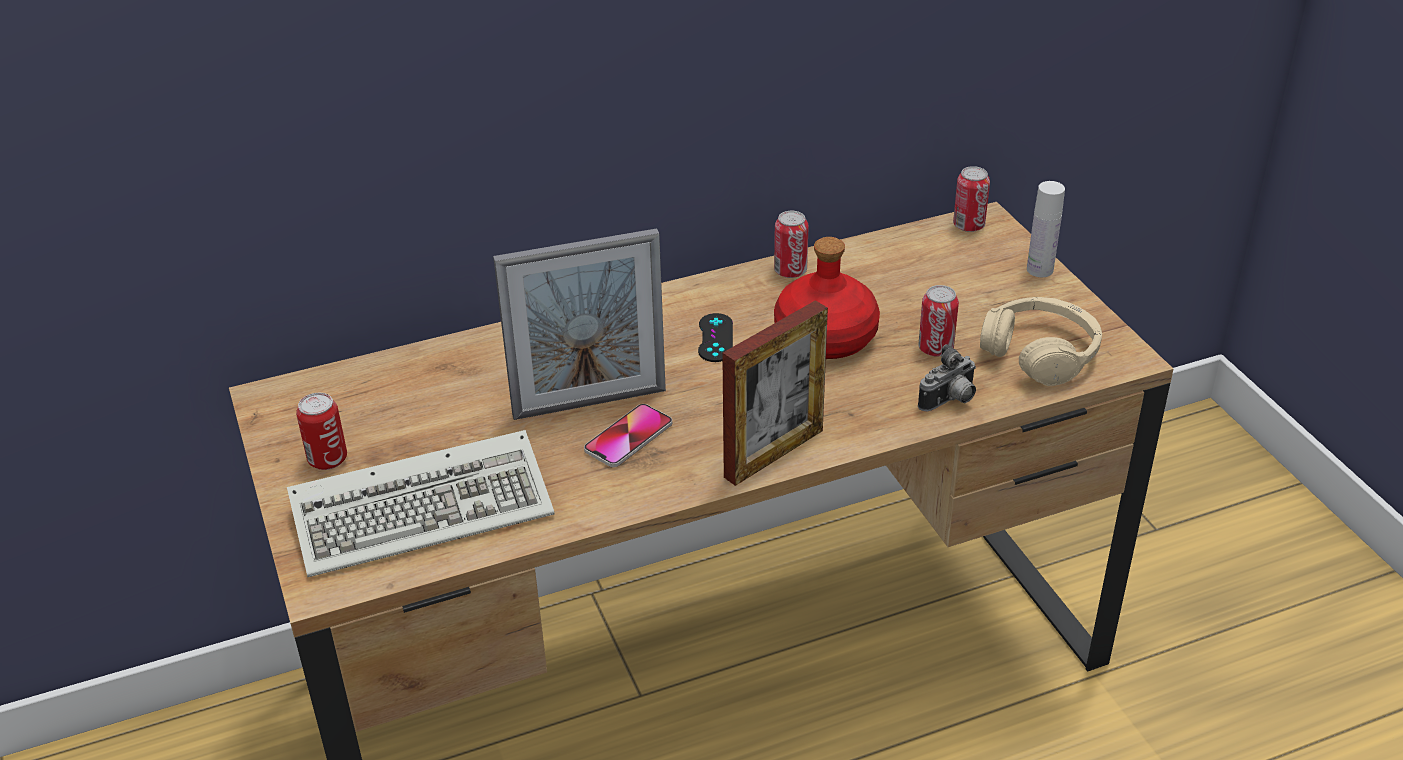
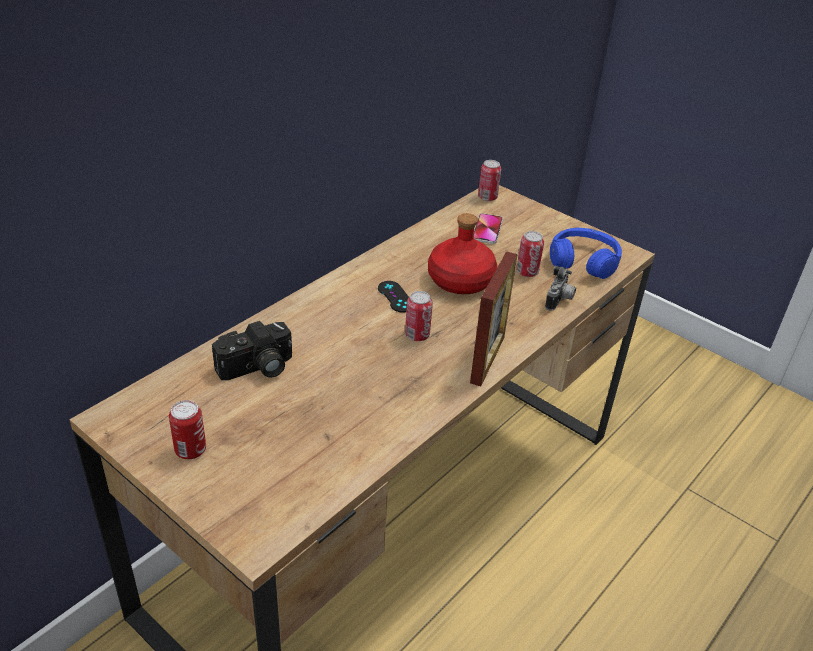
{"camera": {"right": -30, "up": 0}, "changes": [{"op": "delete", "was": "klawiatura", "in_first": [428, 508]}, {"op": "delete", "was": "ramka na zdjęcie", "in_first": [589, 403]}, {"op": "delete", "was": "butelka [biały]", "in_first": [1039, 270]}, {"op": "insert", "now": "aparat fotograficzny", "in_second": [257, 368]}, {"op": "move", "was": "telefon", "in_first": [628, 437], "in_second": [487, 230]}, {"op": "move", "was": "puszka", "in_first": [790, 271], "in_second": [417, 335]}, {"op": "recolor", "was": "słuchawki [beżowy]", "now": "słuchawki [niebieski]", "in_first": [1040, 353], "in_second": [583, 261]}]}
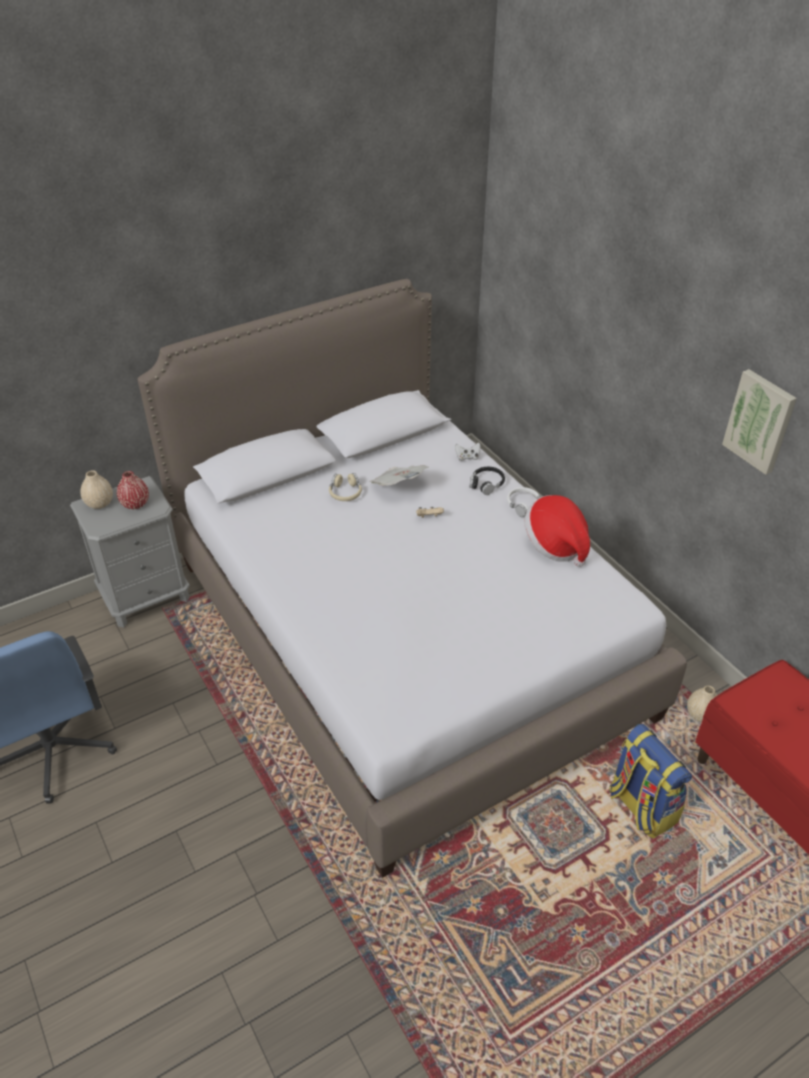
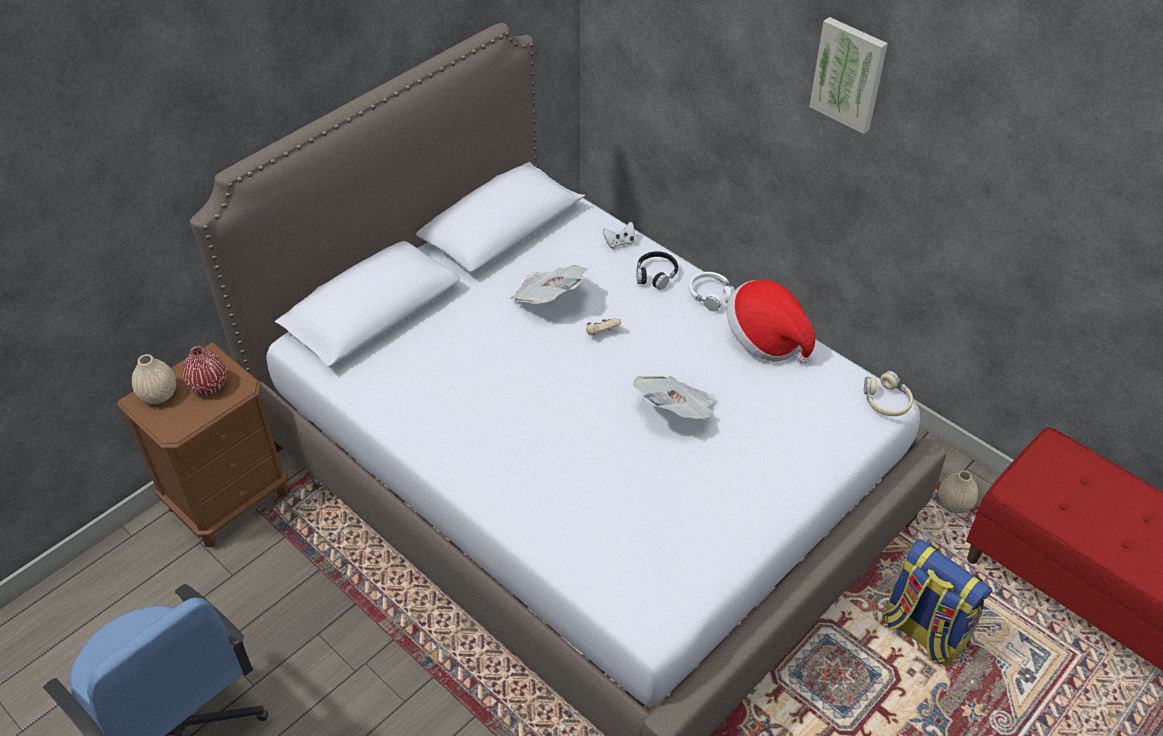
{"camera": {"right": -15, "up": 5}, "changes": [{"op": "insert", "now": "gazeta", "in_second": [676, 411]}, {"op": "move", "was": "słuchawki [beżowy]", "in_first": [345, 492], "in_second": [886, 401]}, {"op": "move", "was": "obraz", "in_first": [760, 421], "in_second": [849, 74]}, {"op": "recolor", "was": "szafka nocna [szary]", "now": "szafka nocna [brązowy]", "in_first": [146, 597], "in_second": [229, 498]}]}
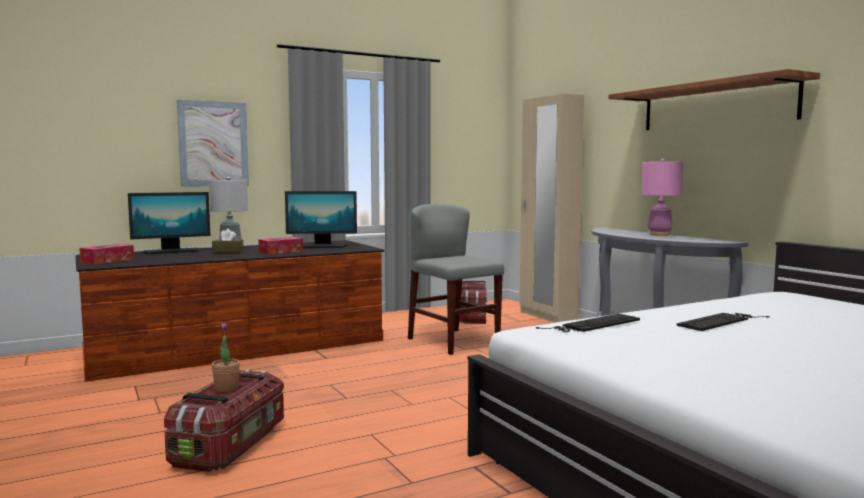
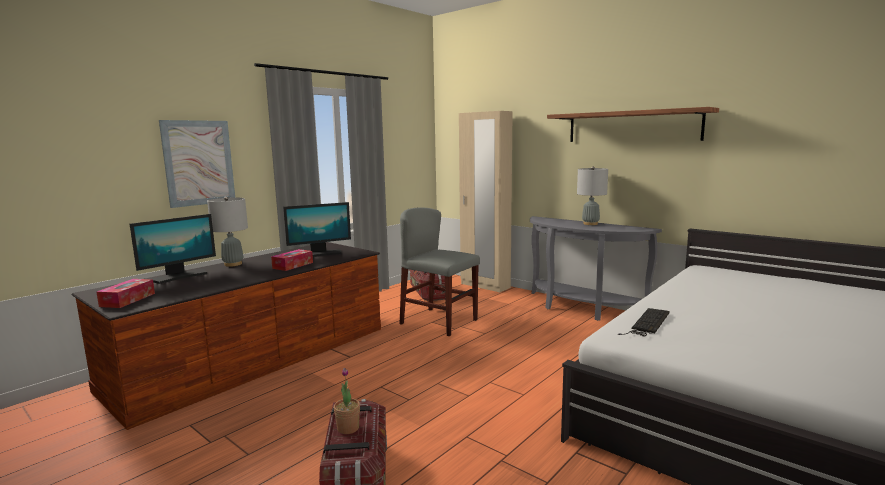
{"camera": {"right": -20, "up": 5}, "changes": [{"op": "delete", "was": "pudełko chusteczek [brązowy]", "in_first": [228, 252]}, {"op": "delete", "was": "klawiatura", "in_first": [720, 321]}, {"op": "recolor", "was": "lampa stołowa [różowy]", "now": "lampa stołowa [szary]", "in_first": [659, 235], "in_second": [590, 224]}]}
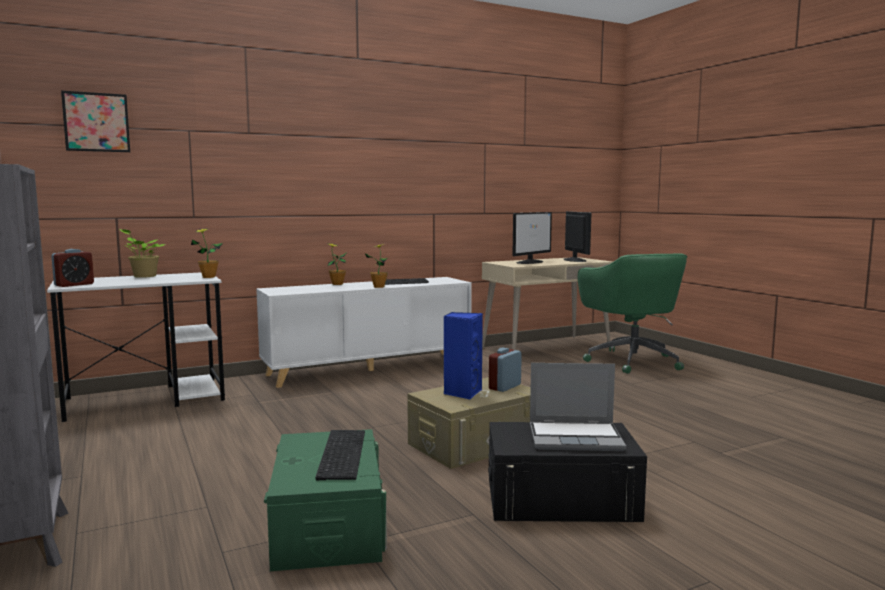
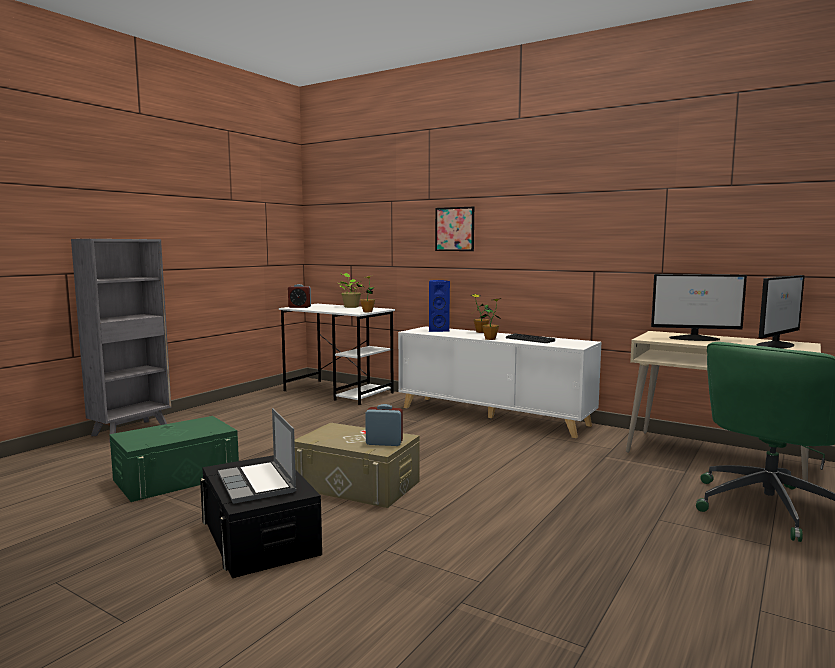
{"camera": {"right": 60, "up": 0}, "changes": [{"op": "delete", "was": "klawiatura", "in_first": [340, 453]}, {"op": "move", "was": "obraz", "in_first": [96, 122], "in_second": [454, 229]}, {"op": "move", "was": "głośnik [niebieski]", "in_first": [462, 393], "in_second": [438, 330]}]}
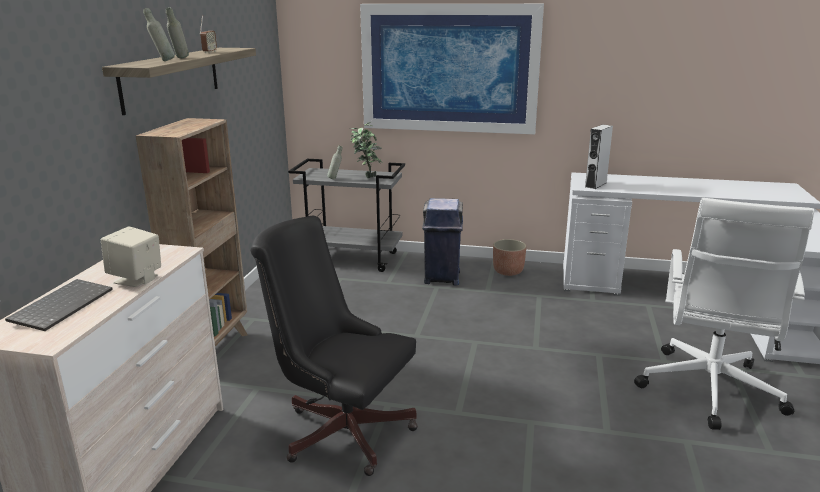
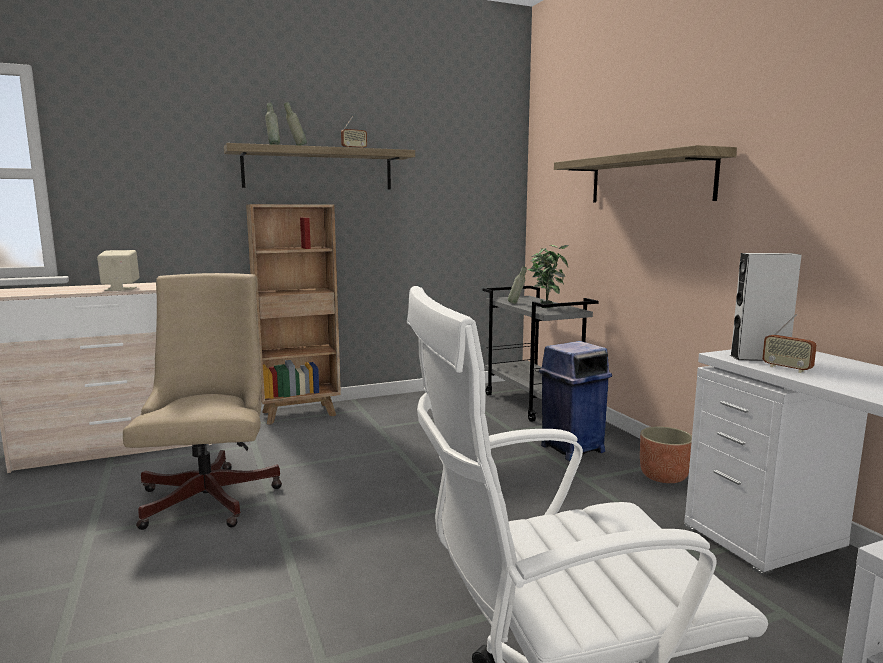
{"camera": {"right": 55, "up": -10}, "changes": [{"op": "delete", "was": "klawiatura", "in_first": [62, 305]}, {"op": "insert", "now": "radio", "in_second": [787, 369]}, {"op": "replace", "was": "obraz", "now": "półka", "in_first": [449, 68], "in_second": [649, 179]}, {"op": "recolor", "was": "krzesło biurowe [czarny]", "now": "krzesło biurowe [beżowy]", "in_first": [341, 429], "in_second": [212, 494]}]}
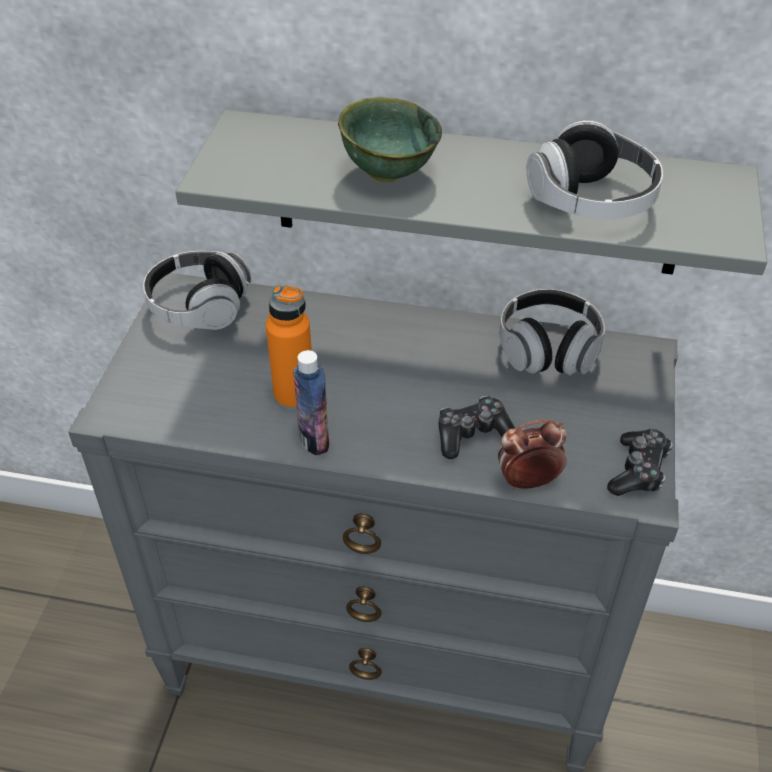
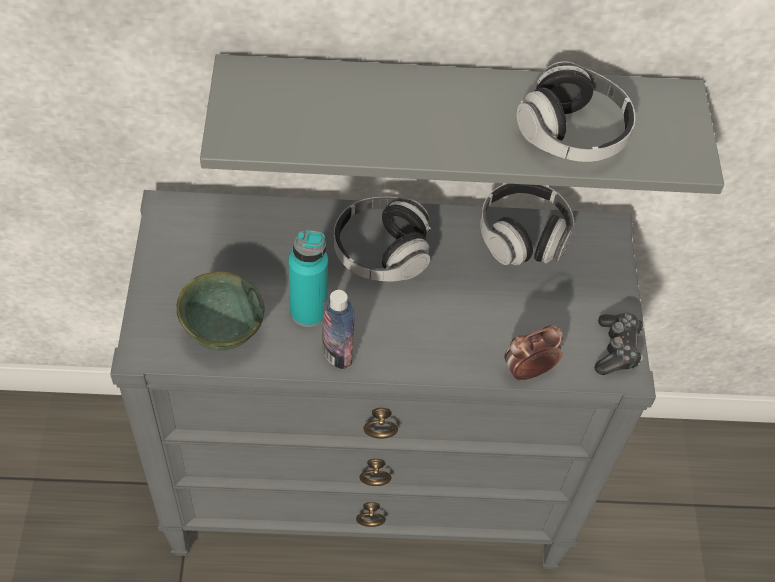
{"camera": {"right": -15, "up": 10}, "changes": [{"op": "delete", "was": "pad do gier", "in_first": [472, 434]}, {"op": "move", "was": "słuchawki", "in_first": [199, 307], "in_second": [381, 252]}, {"op": "move", "was": "miska [zielony]", "in_first": [388, 172], "in_second": [222, 331]}, {"op": "recolor", "was": "butelka [pomarańczowy]", "now": "butelka [turkusowy]", "in_first": [294, 396], "in_second": [308, 311]}]}
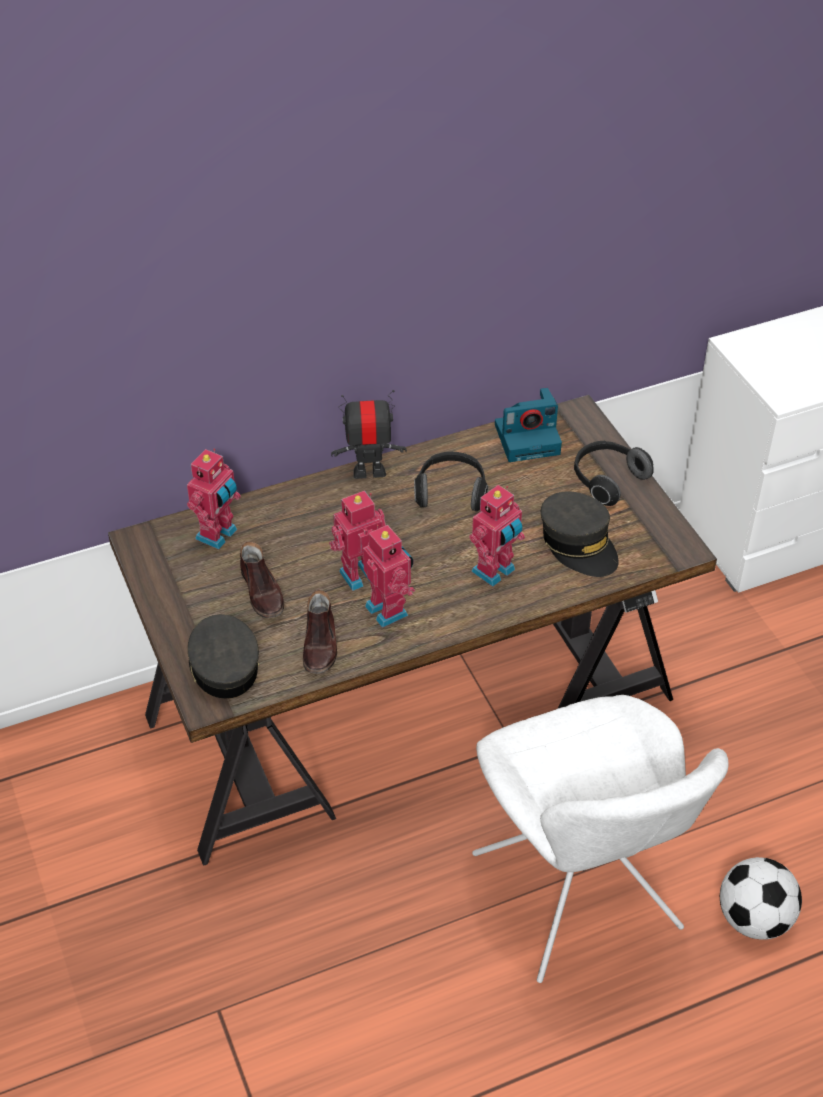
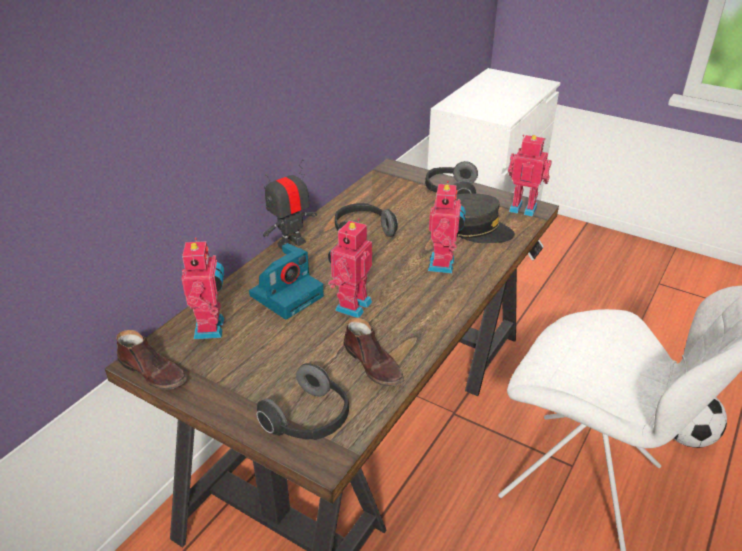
{"camera": {"right": -35, "up": -10}, "changes": [{"op": "move", "was": "but [brązowy]", "in_first": [262, 592], "in_second": [154, 372]}, {"op": "move", "was": "robot zabawkowy", "in_first": [389, 609], "in_second": [523, 208]}, {"op": "move", "was": "aparat fotograficzny", "in_first": [528, 438], "in_second": [287, 295]}, {"op": "replace", "was": "czapka z daszkiem [szary]", "now": "słuchawki", "in_first": [223, 665], "in_second": [309, 420]}]}
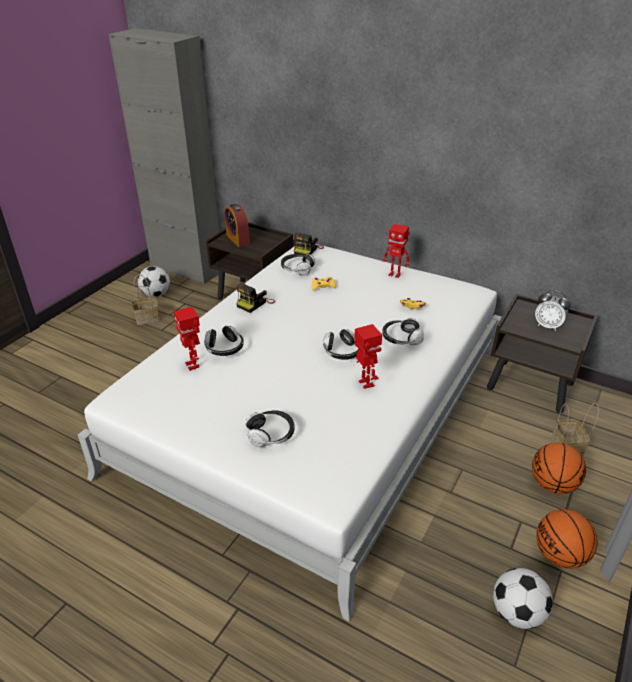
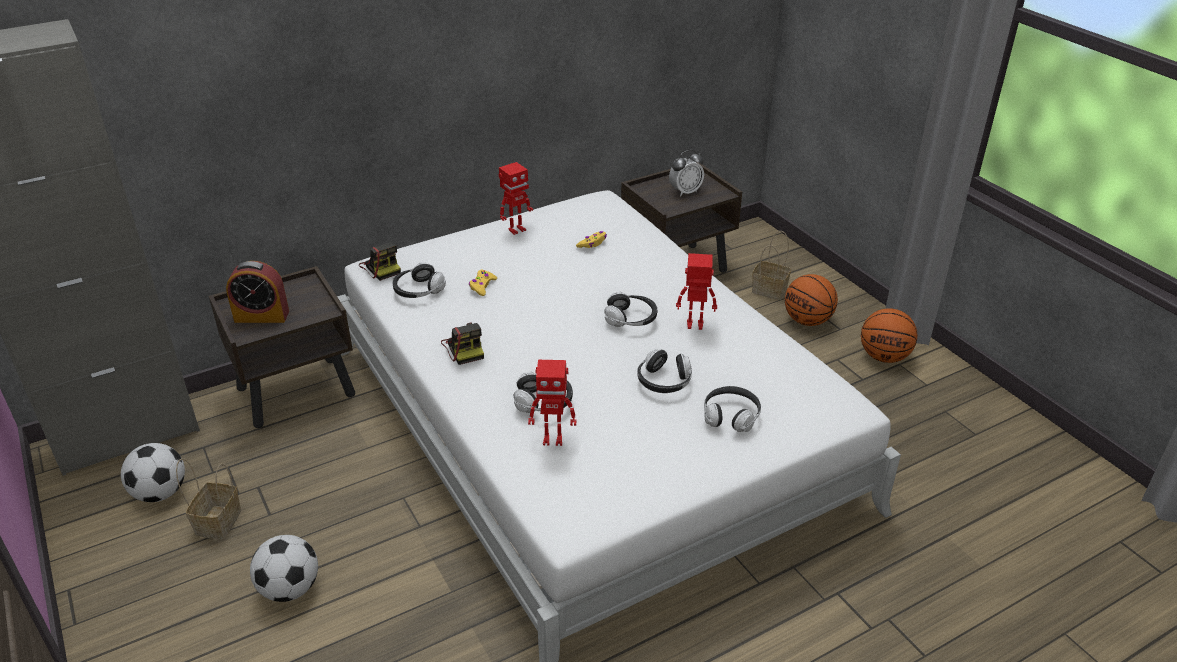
{"camera": {"right": -60, "up": 0}, "changes": [{"op": "move", "was": "słuchawki", "in_first": [401, 338], "in_second": [664, 381]}, {"op": "move", "was": "piłka futbolowa", "in_first": [517, 613], "in_second": [290, 589]}]}
